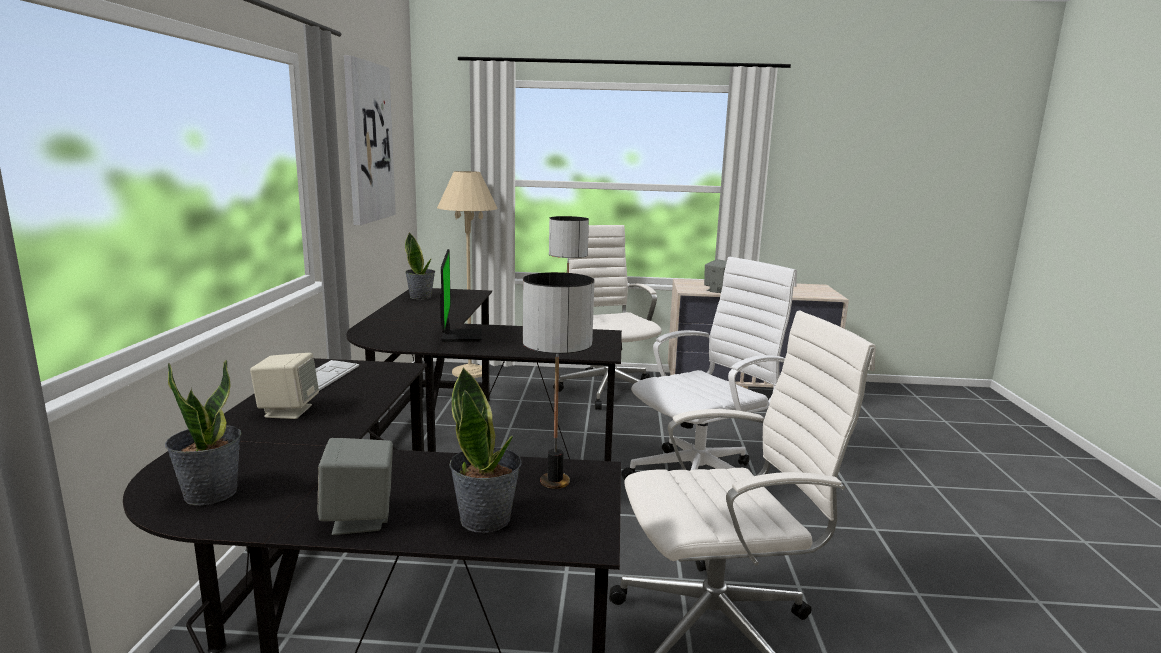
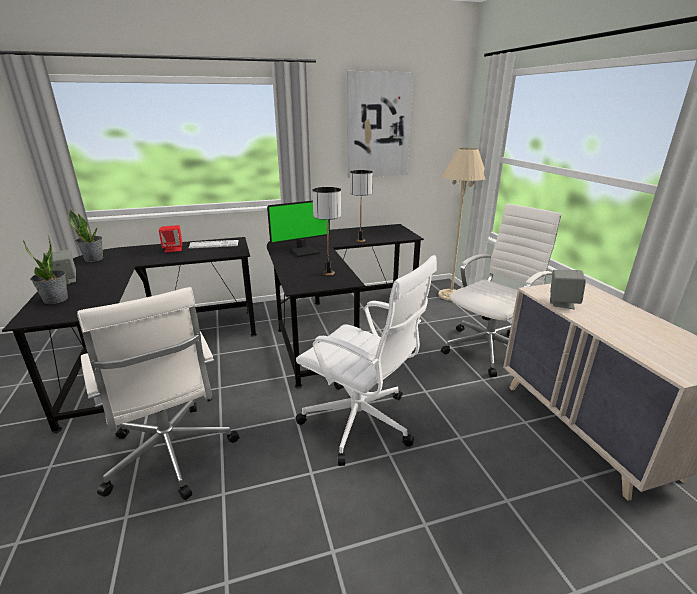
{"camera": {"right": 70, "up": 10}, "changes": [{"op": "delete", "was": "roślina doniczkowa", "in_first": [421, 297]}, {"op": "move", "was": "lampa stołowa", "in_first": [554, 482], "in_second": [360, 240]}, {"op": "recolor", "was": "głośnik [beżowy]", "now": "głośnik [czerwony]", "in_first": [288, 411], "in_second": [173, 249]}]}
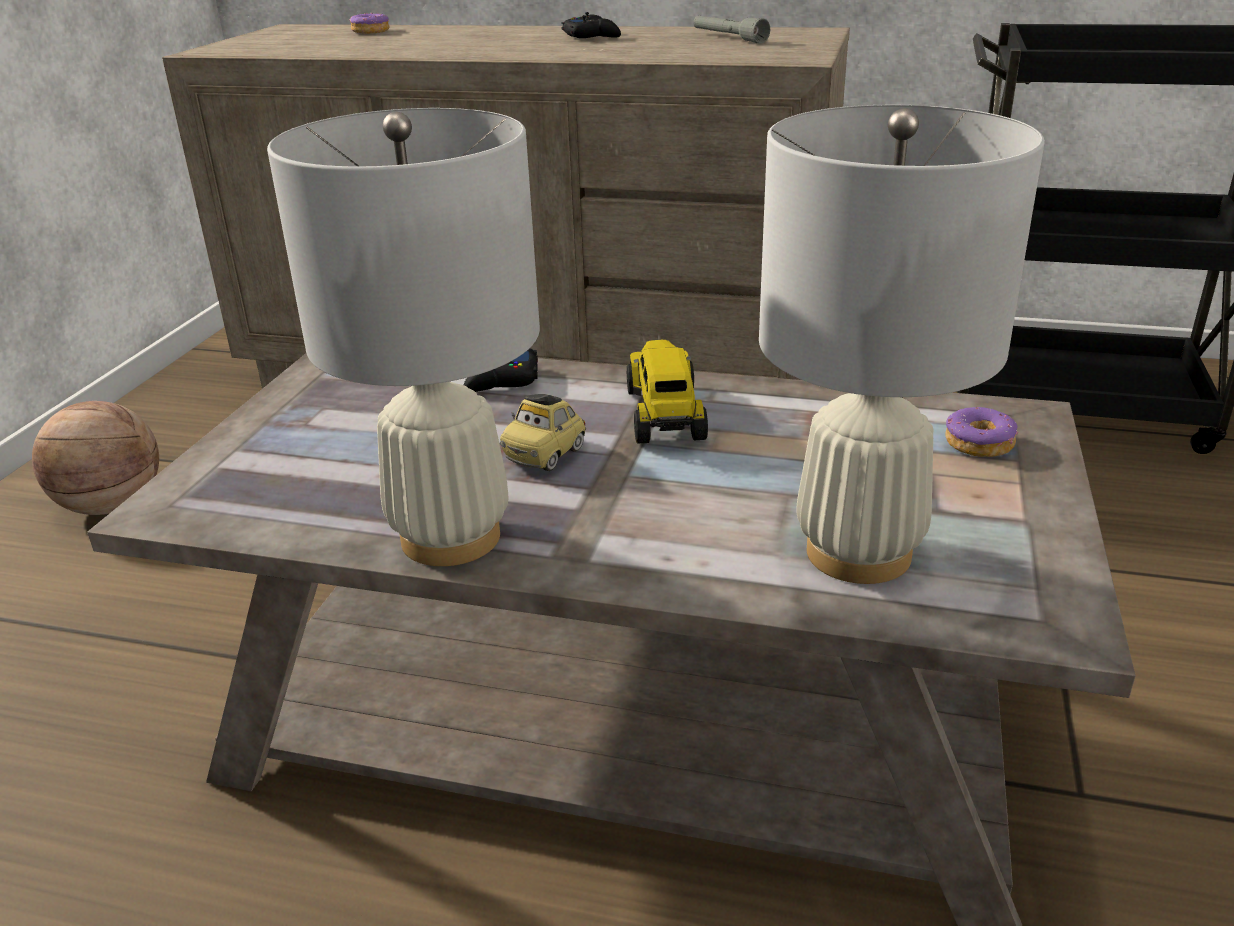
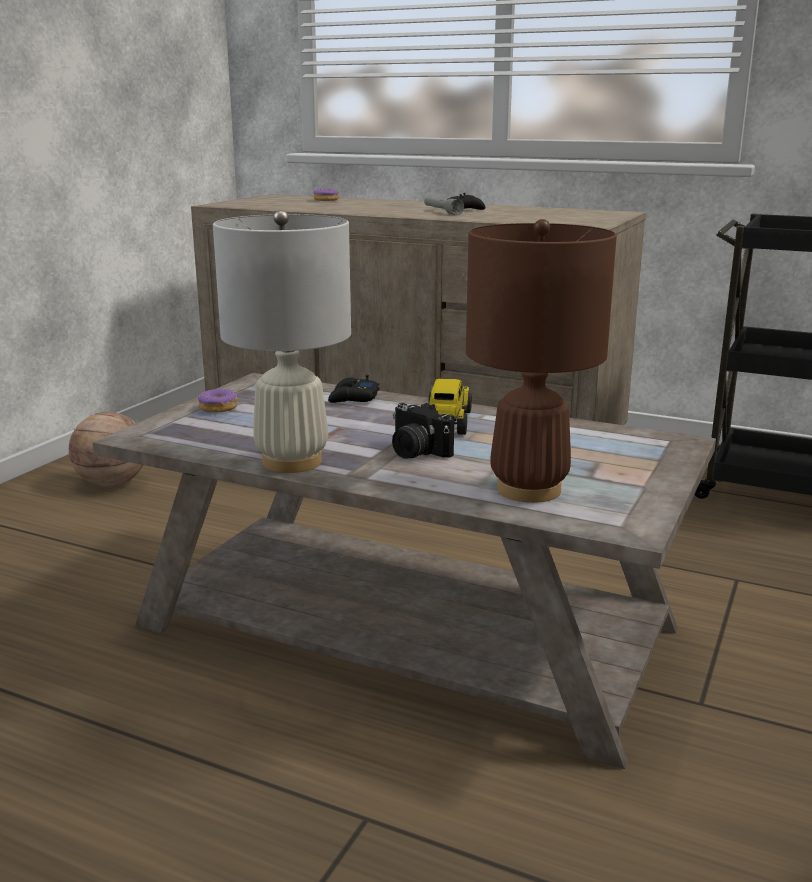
{"camera": {"right": 10, "up": -10}, "changes": [{"op": "delete", "was": "samochodzik", "in_first": [546, 455]}, {"op": "insert", "now": "aparat fotograficzny", "in_second": [416, 452]}, {"op": "move", "was": "latarka [szary]", "in_first": [728, 38], "in_second": [441, 212]}, {"op": "move", "was": "donut", "in_first": [979, 444], "in_second": [218, 408]}, {"op": "recolor", "was": "lampa stołowa [biały]", "now": "lampa stołowa [brązowy]", "in_first": [857, 552], "in_second": [528, 489]}]}
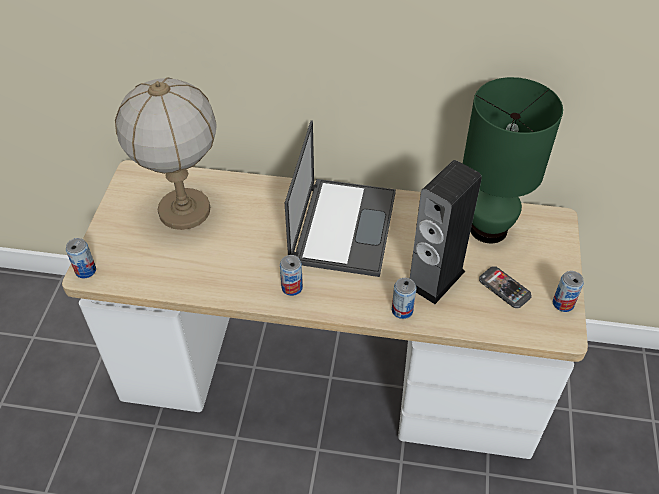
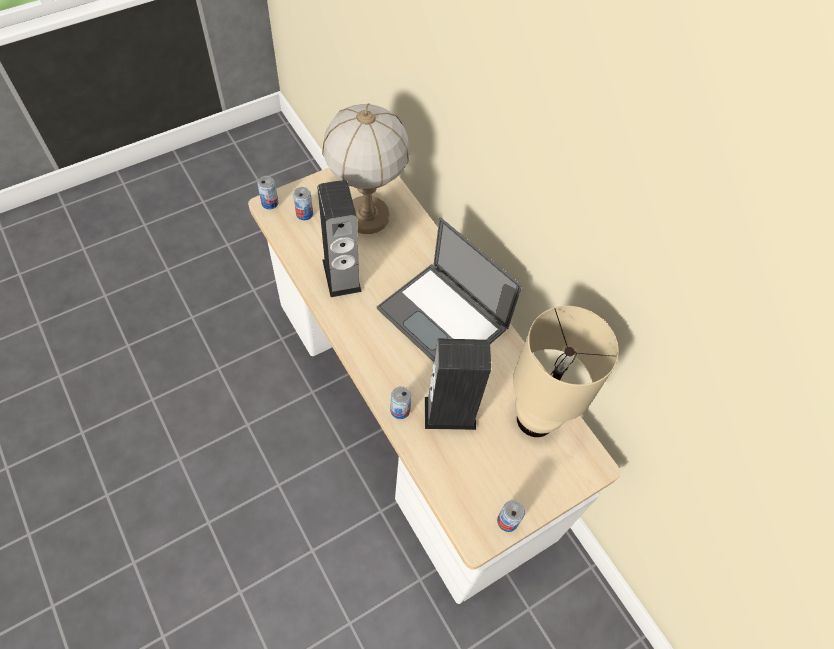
{"camera": {"right": 45, "up": 10}, "changes": [{"op": "delete", "was": "telefon", "in_first": [504, 288]}, {"op": "insert", "now": "głośnik", "in_second": [341, 275]}, {"op": "move", "was": "puszka", "in_first": [292, 287], "in_second": [304, 214]}, {"op": "recolor", "was": "lampa stołowa [zielony]", "now": "lampa stołowa [beżowy]", "in_first": [487, 228], "in_second": [535, 418]}, {"op": "rotate", "was": "laptop", "in_first": [343, 225], "in_second": [444, 319], "clockwise": 75}]}
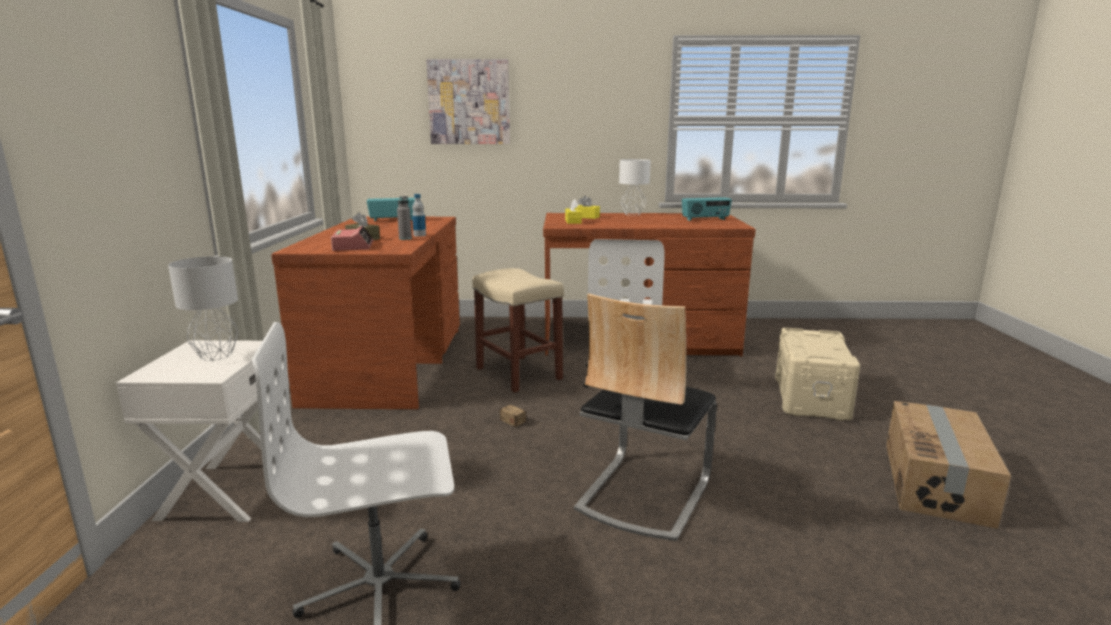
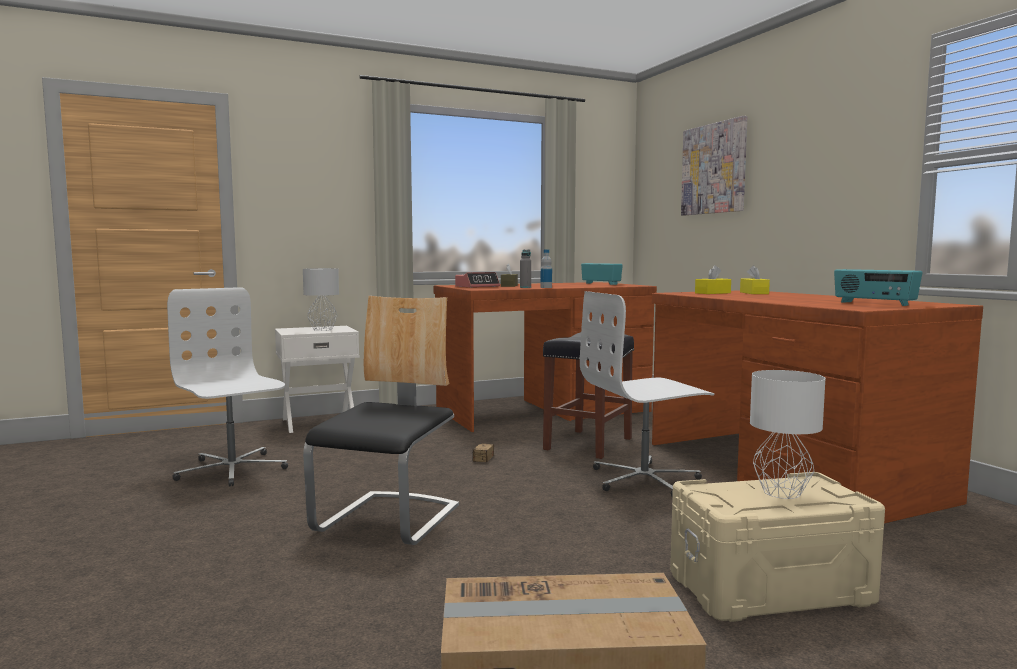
{"camera": {"right": 65, "up": -10}, "changes": [{"op": "move", "was": "lampa stołowa [biały]", "in_first": [632, 214], "in_second": [780, 493]}, {"op": "recolor", "was": "stołek [beżowy]", "now": "stołek [czarny]", "in_first": [519, 374], "in_second": [588, 444]}, {"op": "rotate", "was": "krzesło", "in_first": [643, 493], "in_second": [389, 519], "clockwise": 105}]}
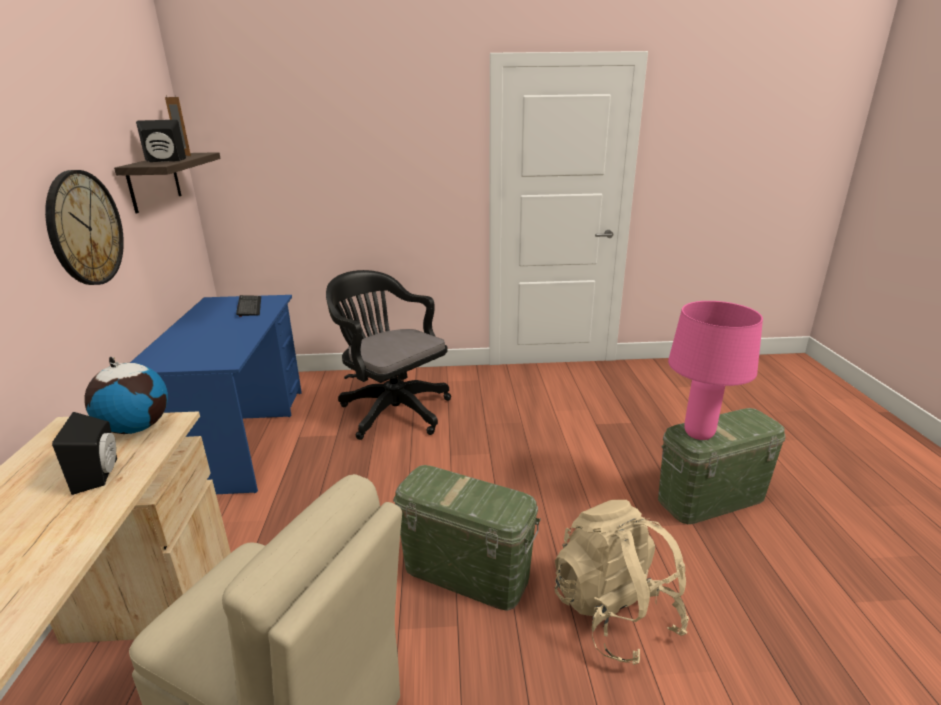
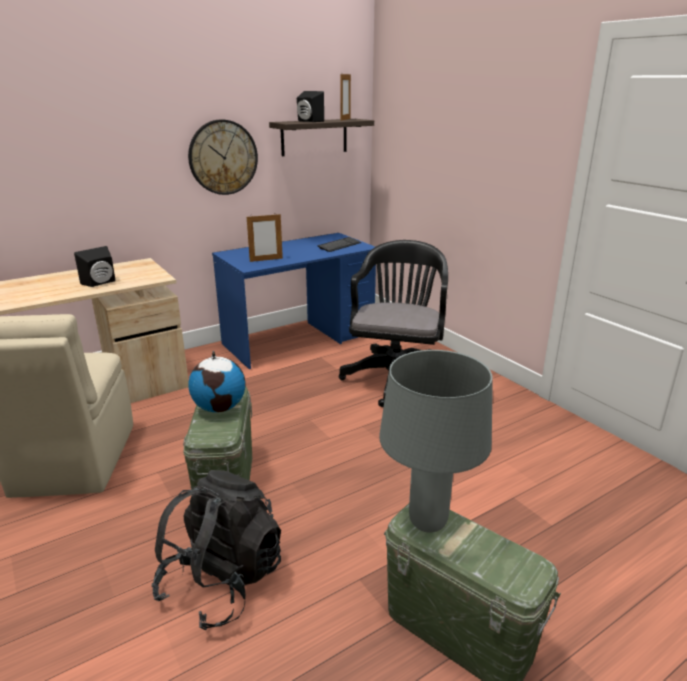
{"camera": {"right": 60, "up": 0}, "changes": [{"op": "insert", "now": "ramka na zdjęcie", "in_second": [266, 260]}, {"op": "move", "was": "globus", "in_first": [136, 427], "in_second": [220, 407]}, {"op": "recolor", "was": "plecak [beżowy]", "now": "plecak [czarny]", "in_first": [614, 613], "in_second": [222, 582]}, {"op": "recolor", "was": "lampa stołowa [różowy]", "now": "lampa stołowa [szary]", "in_first": [698, 433], "in_second": [428, 521]}]}
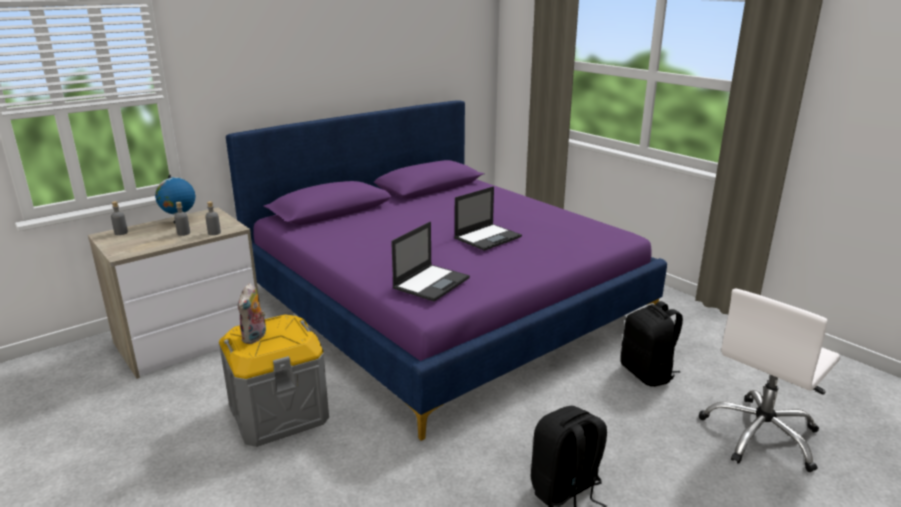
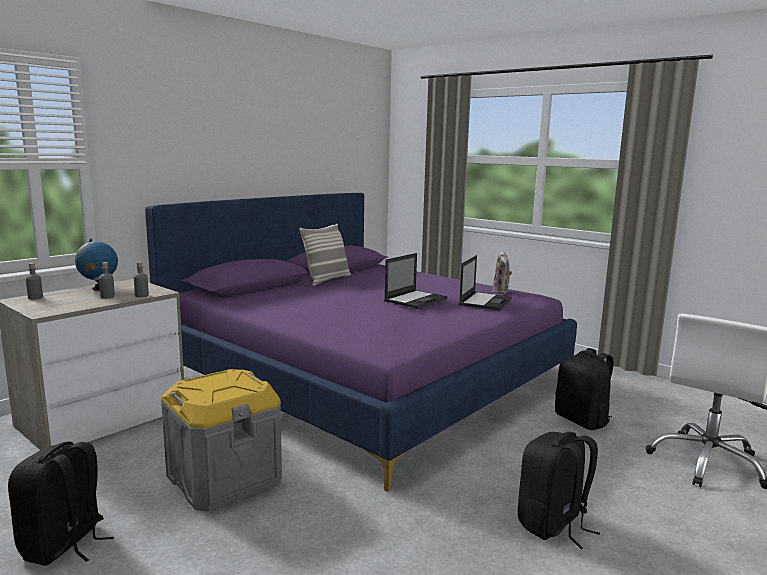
{"camera": {"right": -10, "up": -10}, "changes": [{"op": "insert", "now": "plecak [czarny]", "in_second": [64, 544]}, {"op": "insert", "now": "poduszka", "in_second": [327, 280]}, {"op": "move", "was": "pluszak", "in_first": [255, 337], "in_second": [501, 292]}, {"op": "move", "was": "laptop", "in_first": [432, 282], "in_second": [485, 301]}]}
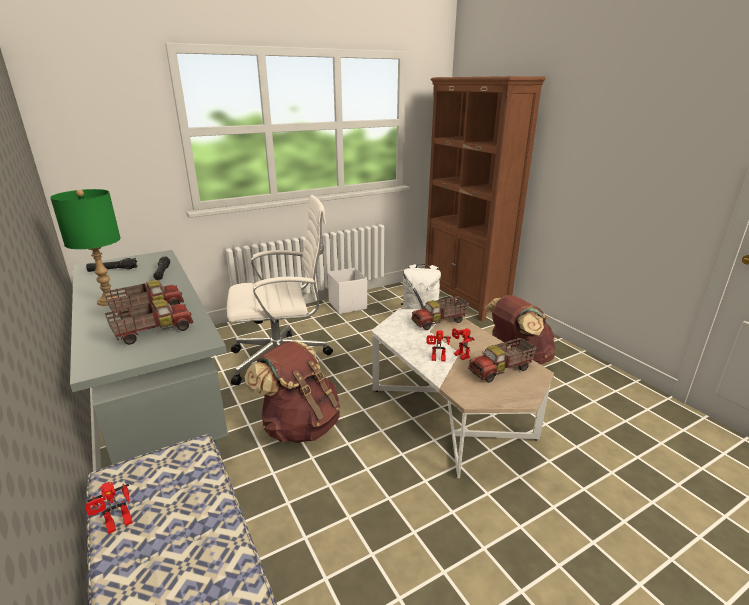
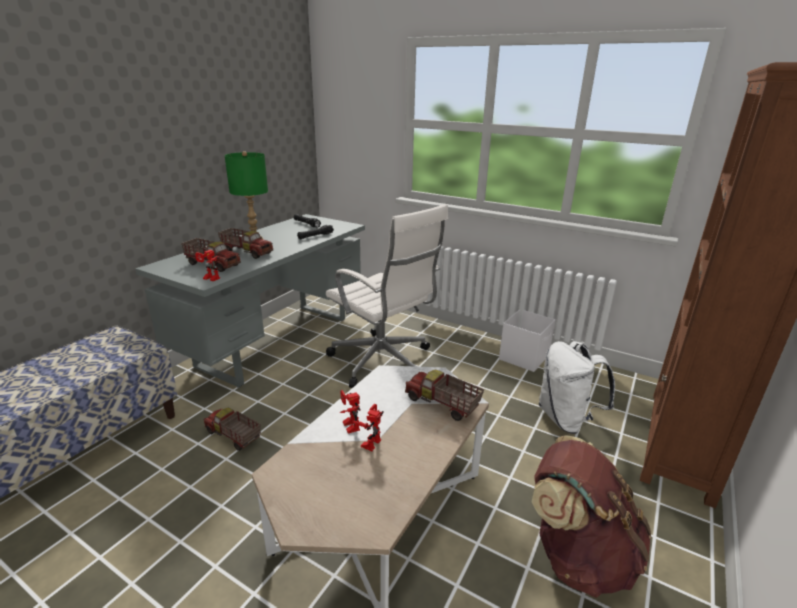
{"camera": {"right": 60, "up": 0}, "changes": [{"op": "delete", "was": "plecak [brązowy]", "in_first": [300, 426]}, {"op": "move", "was": "robot zabawkowy", "in_first": [117, 526], "in_second": [209, 279]}, {"op": "move", "was": "ciężarówka zabawkowa", "in_first": [501, 370], "in_second": [233, 436]}]}
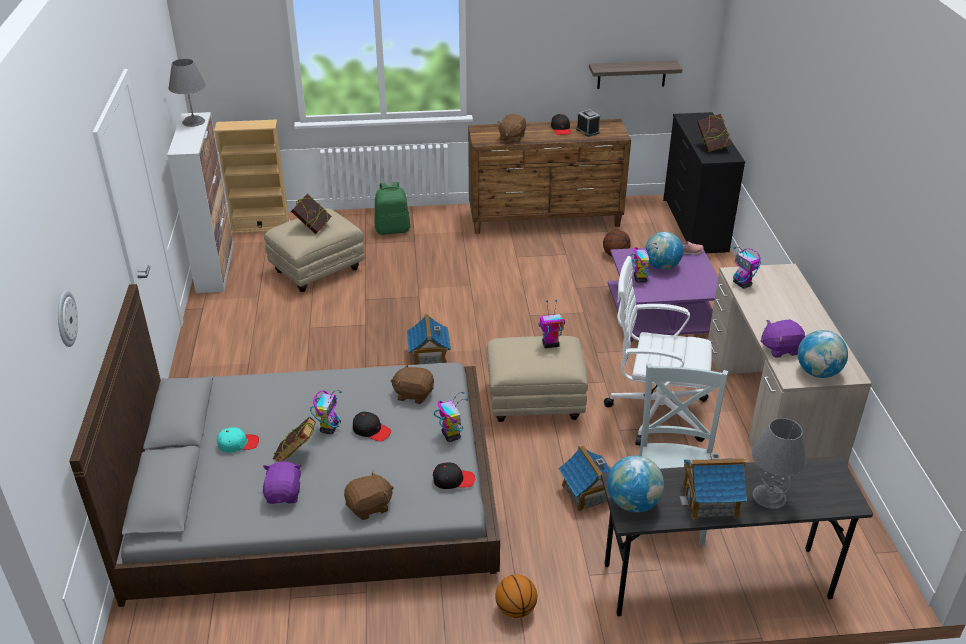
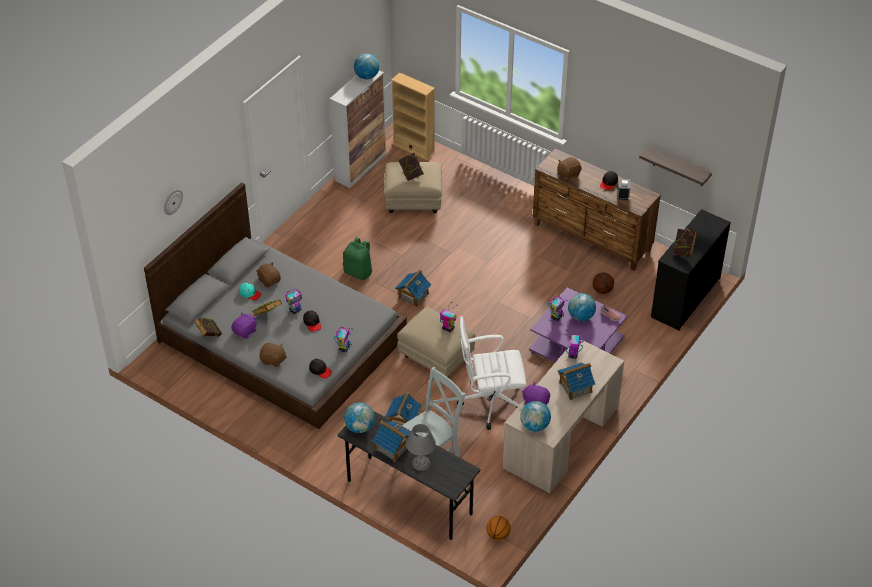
{"camera": {"right": 40, "up": 10}, "changes": [{"op": "insert", "now": "książka", "in_second": [209, 336]}, {"op": "insert", "now": "domek", "in_second": [575, 387]}, {"op": "move", "was": "plecak [zielony]", "in_first": [393, 229], "in_second": [358, 272]}, {"op": "move", "was": "pluszak [brązowy]", "in_first": [413, 394], "in_second": [269, 280]}, {"op": "move", "was": "piłka do koszykówki", "in_first": [515, 609], "in_second": [497, 535]}, {"op": "replace", "was": "lampa stołowa [szary]", "now": "globus", "in_first": [193, 121], "in_second": [366, 76]}, {"op": "rotate", "was": "krzesło biurowe [biały]", "in_first": [654, 412], "in_second": [491, 401], "clockwise": -60}]}
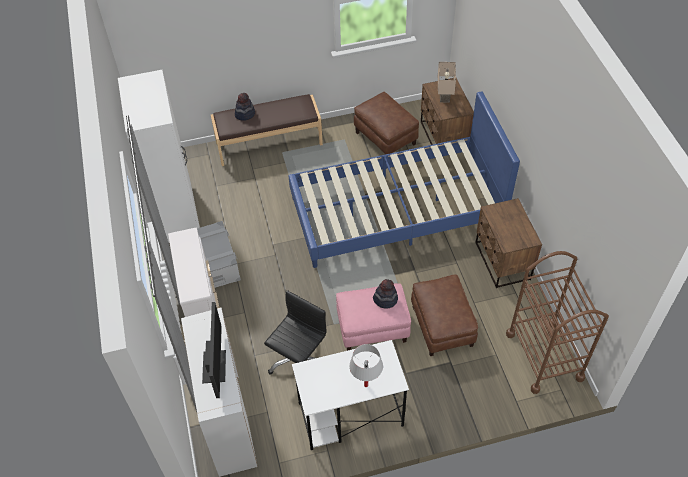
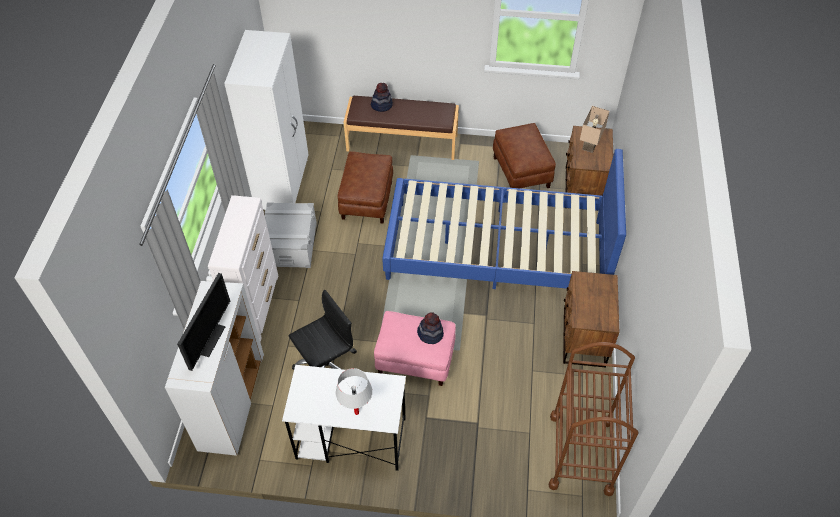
{"camera": {"right": 20, "up": 0}, "changes": [{"op": "move", "was": "pufa [brązowy]", "in_first": [441, 326], "in_second": [366, 200]}]}
